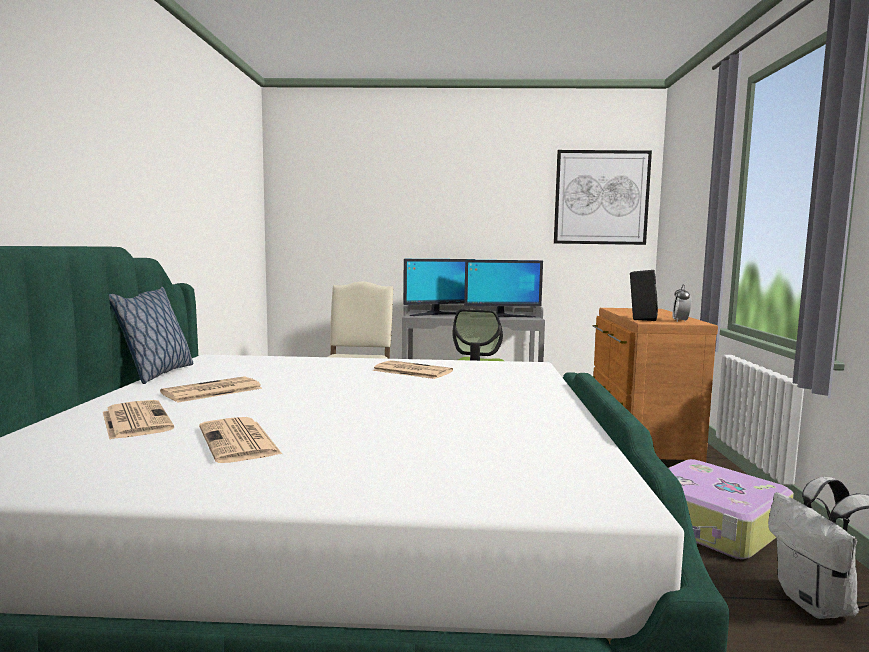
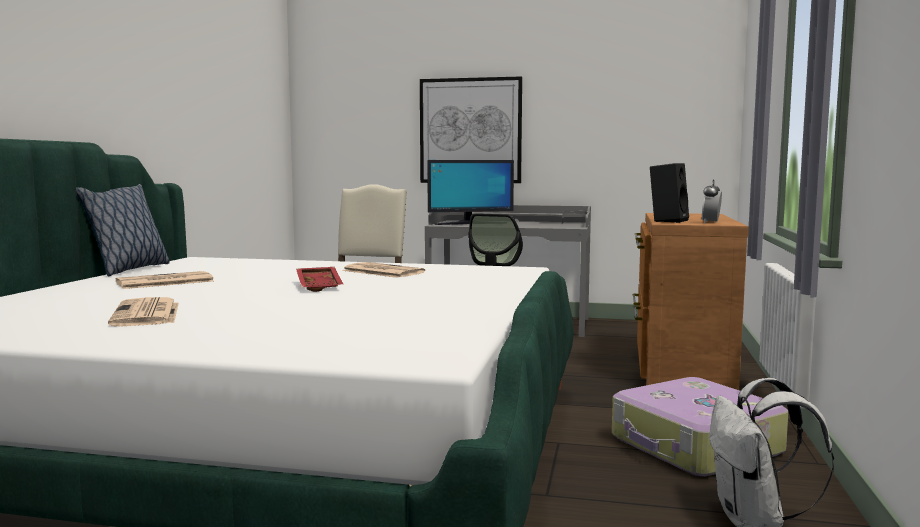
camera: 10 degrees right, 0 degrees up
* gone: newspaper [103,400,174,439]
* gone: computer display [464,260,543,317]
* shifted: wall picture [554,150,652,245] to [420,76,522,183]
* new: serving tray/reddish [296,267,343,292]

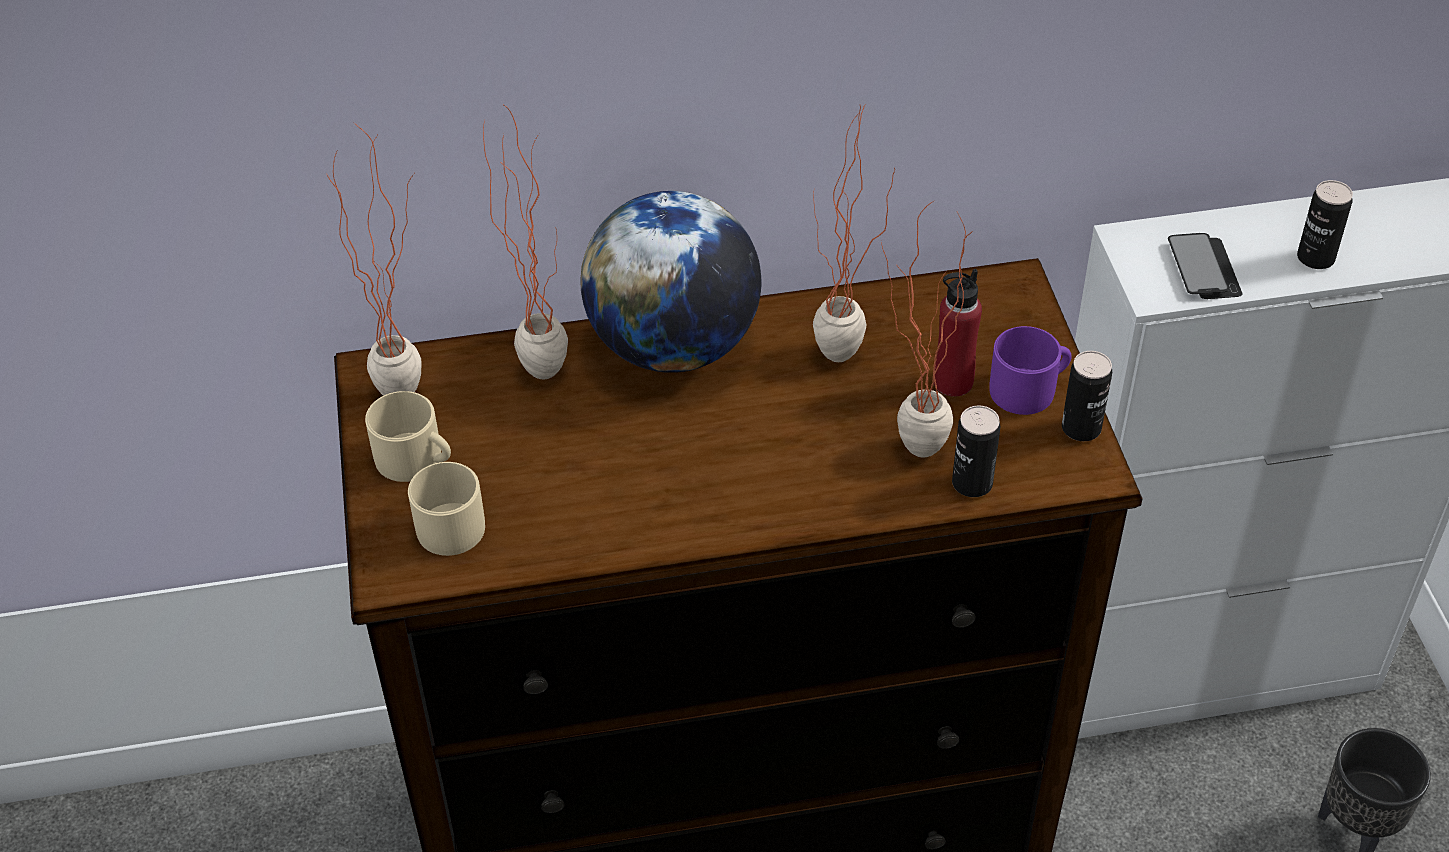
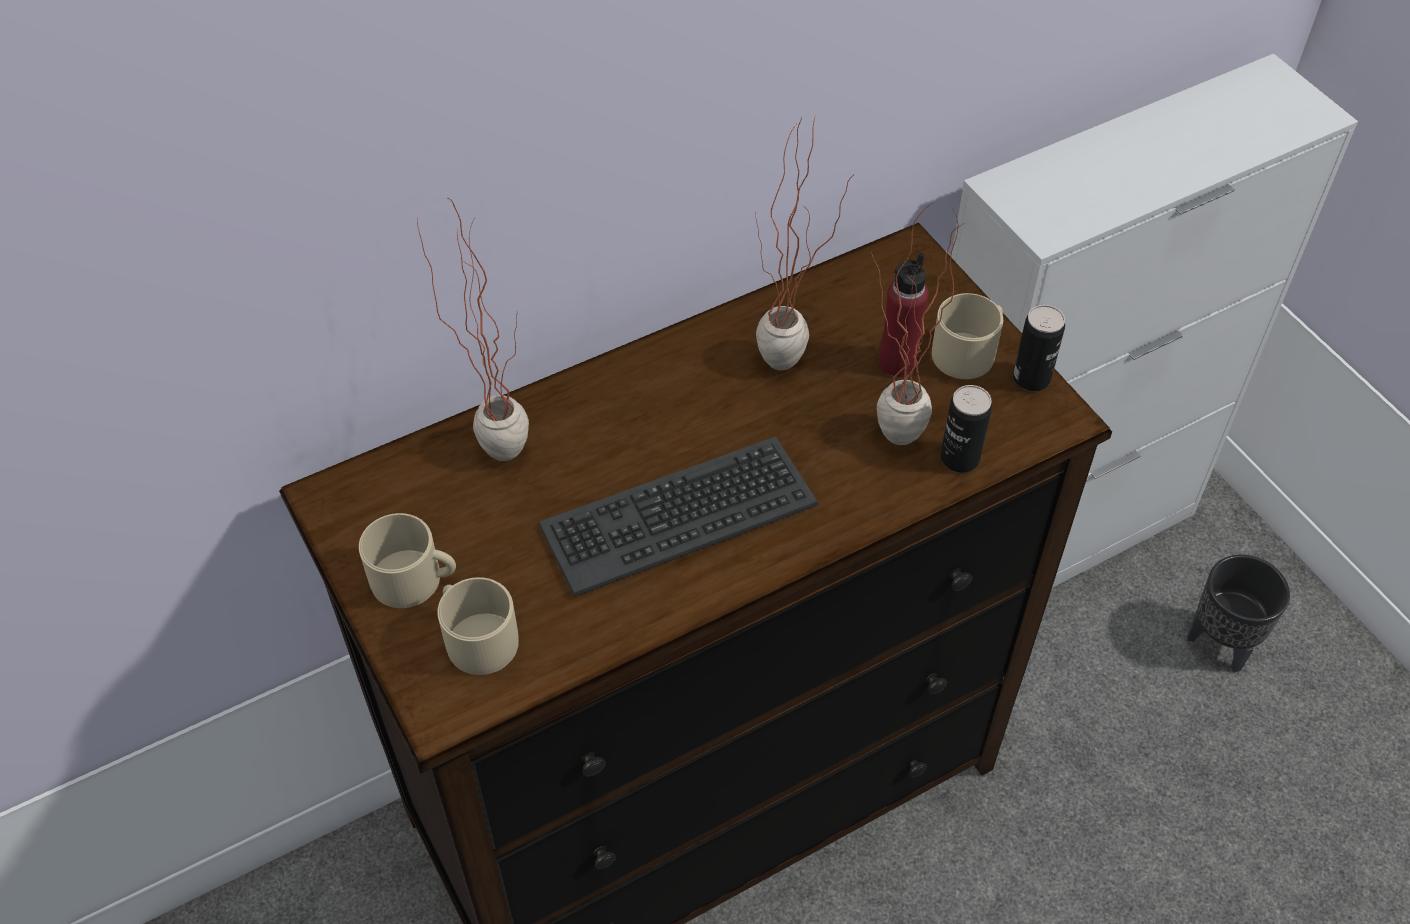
camera: 20 degrees left, 5 degrees up
* gone: houseplant [326,122,422,396]
* gone: globe [581,191,761,373]
* repainted: mug/purple-coloured [989,326,1072,415] to mug/sand-coloured [932,293,1003,379]
* gone: handset [1168,233,1243,299]
* gone: can [1297,180,1353,269]
* new: PC keyboard [538,436,819,597]

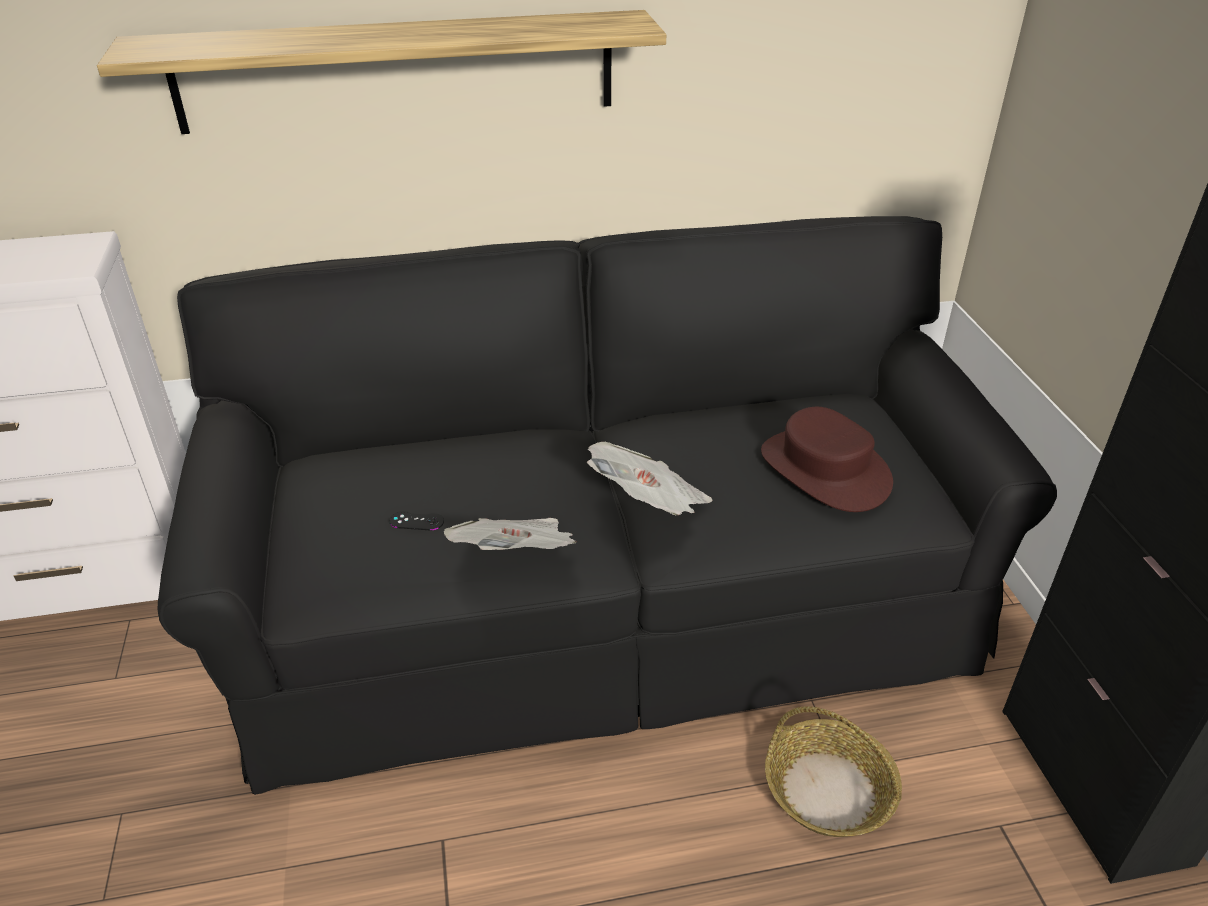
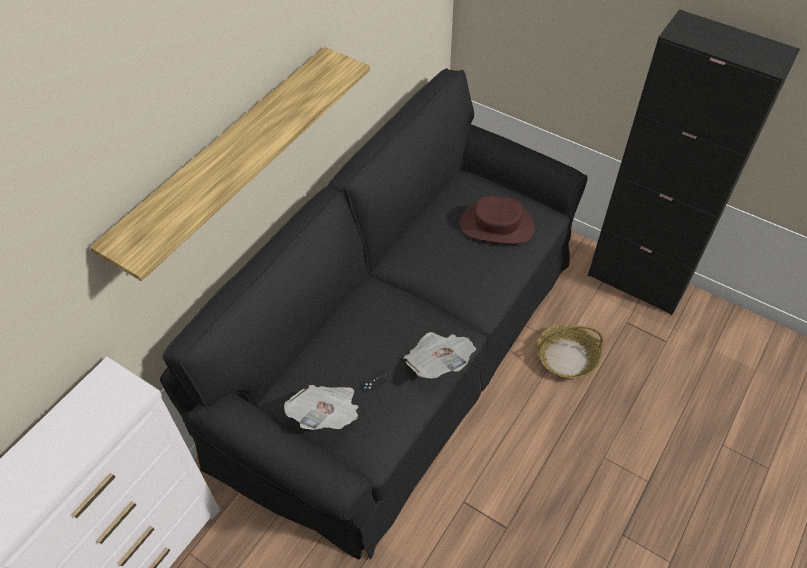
camera: 45 degrees left, 15 degrees up
* shifted: newspaper [587,442,713,516] to [284,385,358,430]

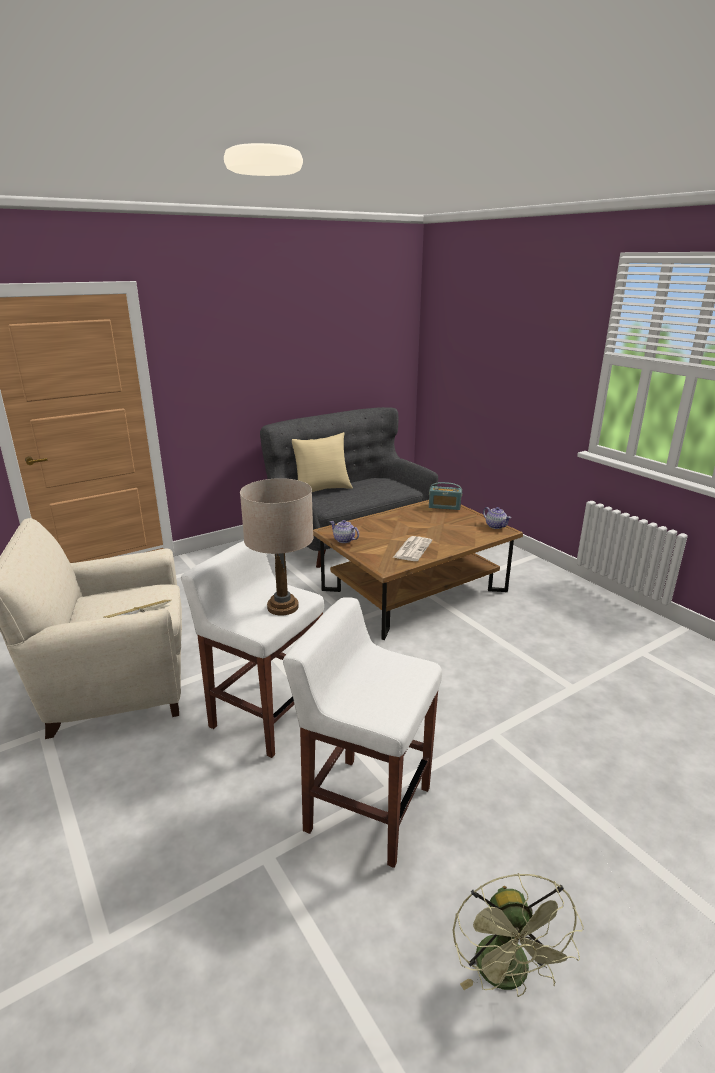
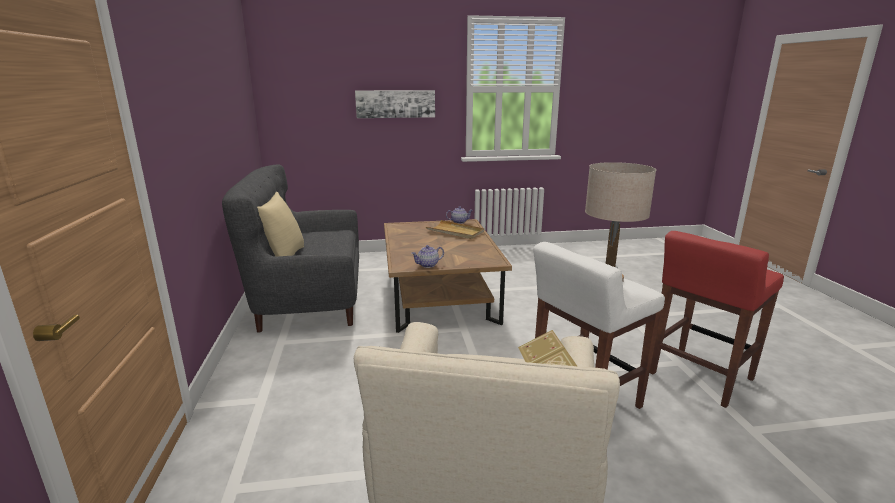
camera: 65 degrees left, 5 degrees down
* repainted: stool/whitish [283,597,442,868] to stool/reddish [649,231,784,408]
* gone: newspaper [393,536,432,561]
* gone: radio set [429,482,462,510]
* gone: cooling fan/green [453,873,584,997]
* new: wall picture [355,90,435,118]
* new: serving tray/sand-coloured [426,220,484,239]

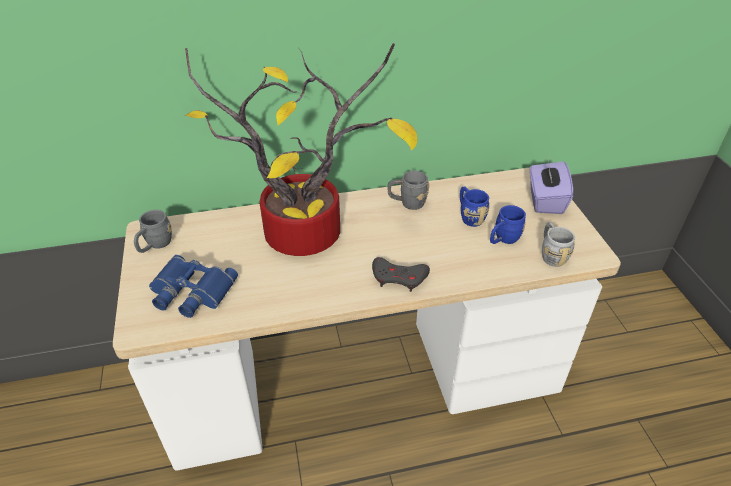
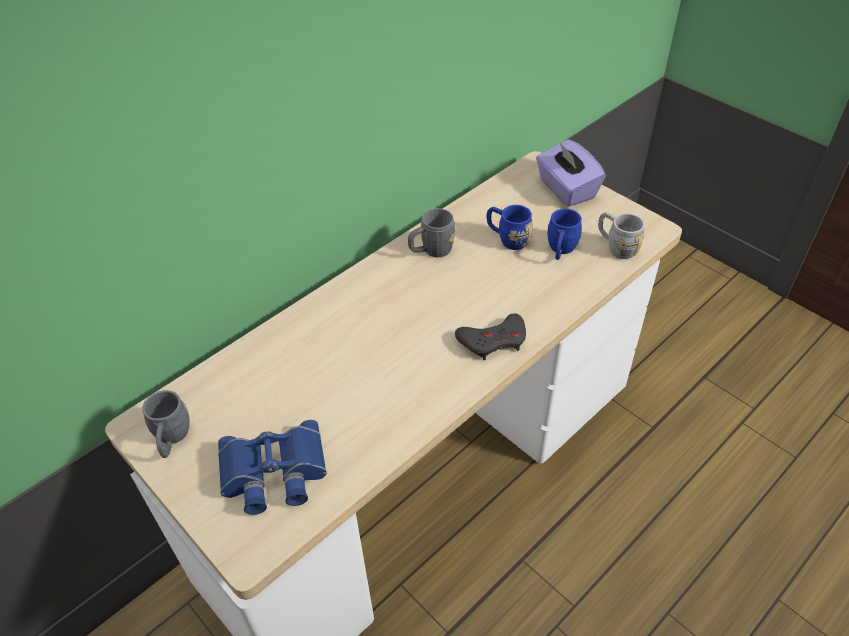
camera: 30 degrees left, 5 degrees up
* gone: houseplant [185,43,417,256]

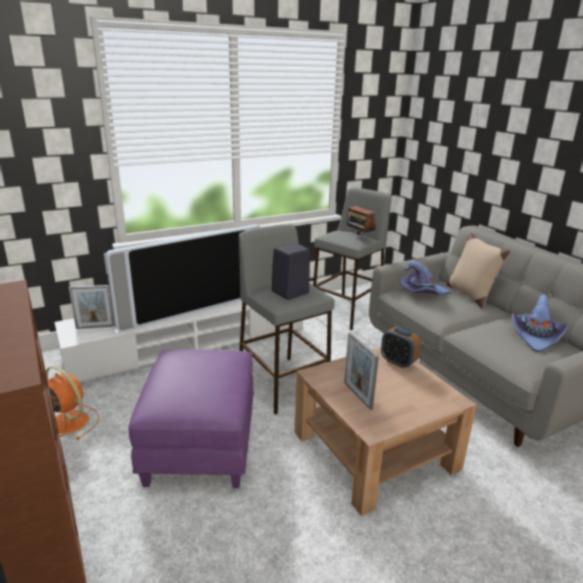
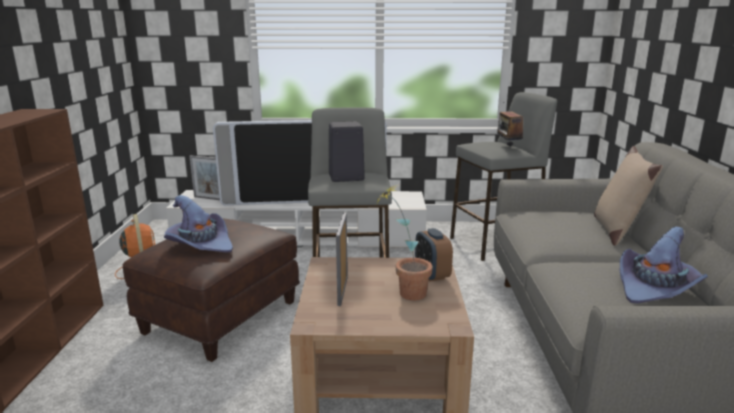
camera: 30 degrees right, 5 degrees down
* repainted: ottoman/purple-coloured [128,350,254,488] to ottoman/brownish [122,219,300,362]
* shifted: clothing hat/purple-coloured [401,261,450,295] to [164,195,233,253]
* new: houseplant [376,183,433,300]

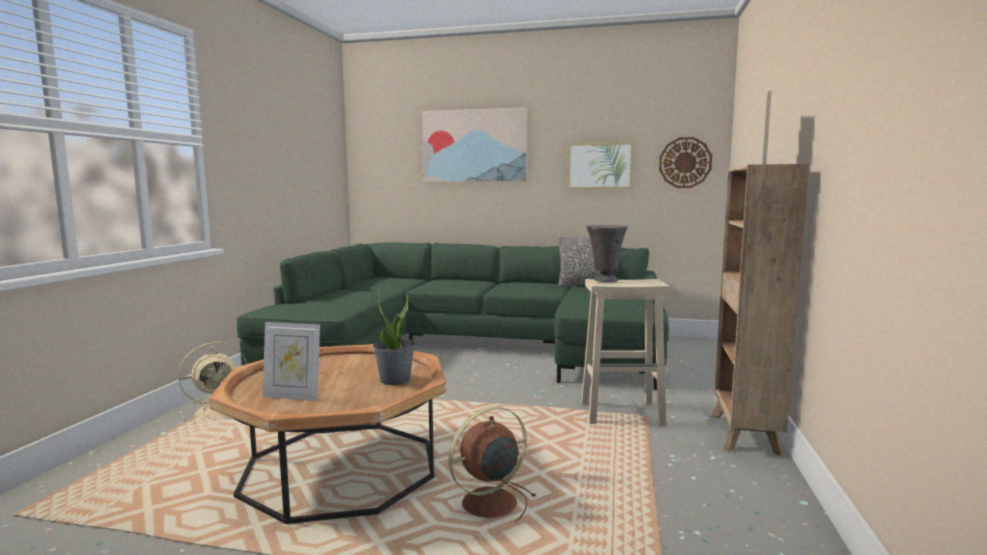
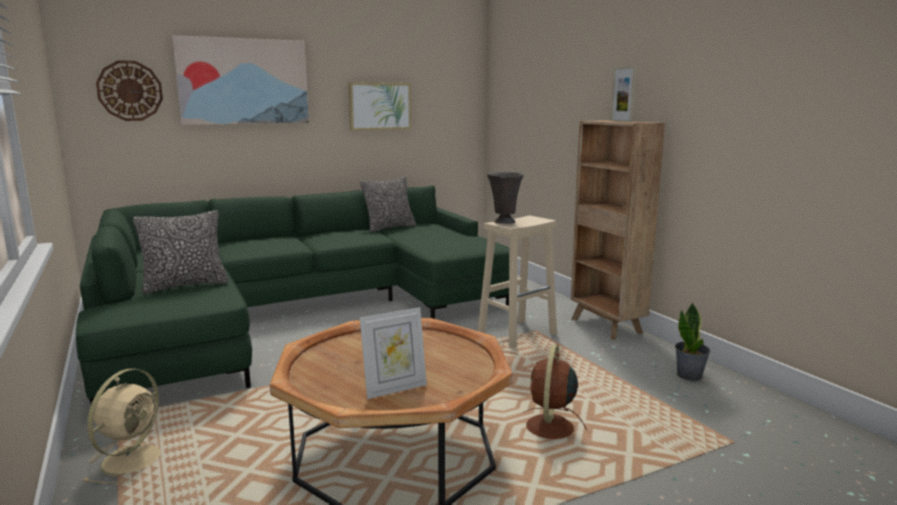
camera: 40 degrees left, 5 degrees up
* shifted: houseplant [373,289,415,385] to [675,302,710,381]
* shifted: wall clock [659,137,712,188] to [96,60,163,121]
* new: cushion [133,210,229,294]

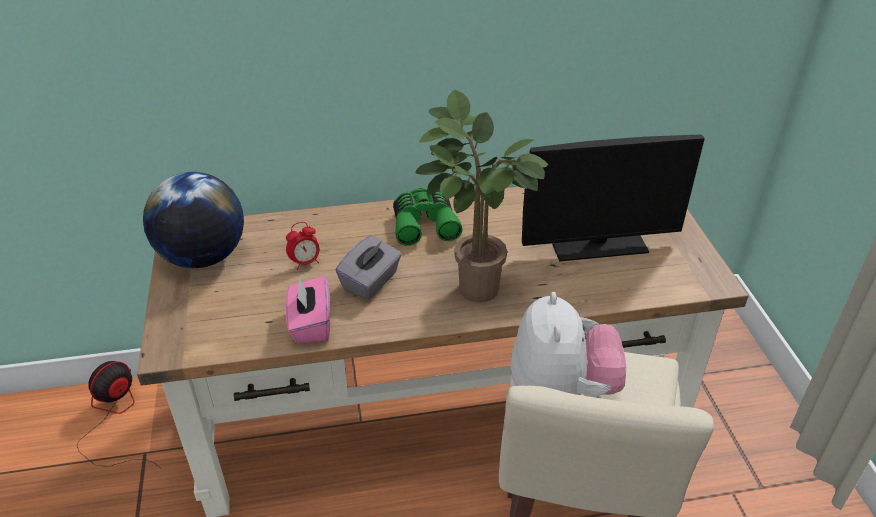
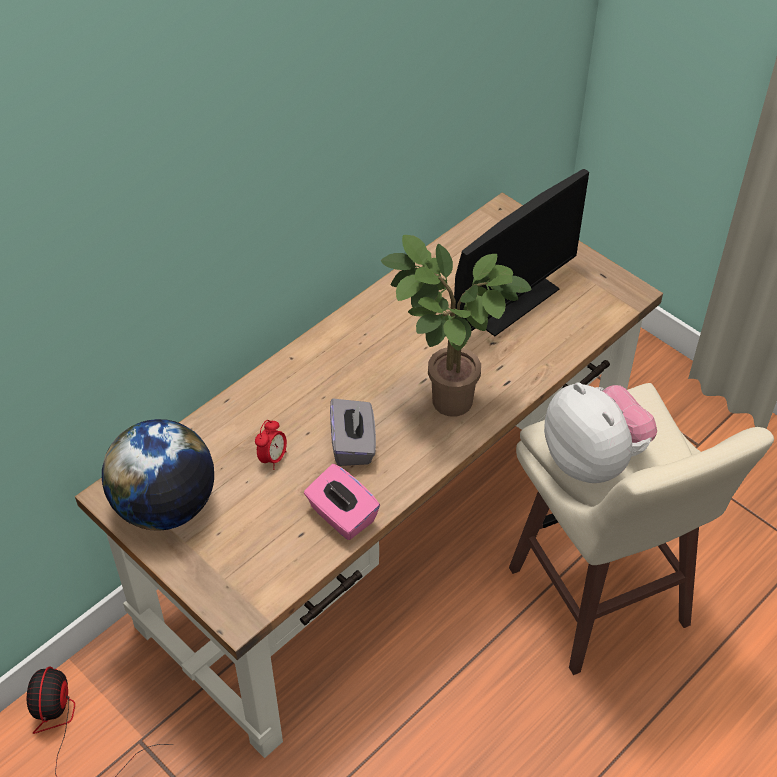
camera: 35 degrees left, 10 degrees up
* gone: field glasses/green [393,188,463,246]

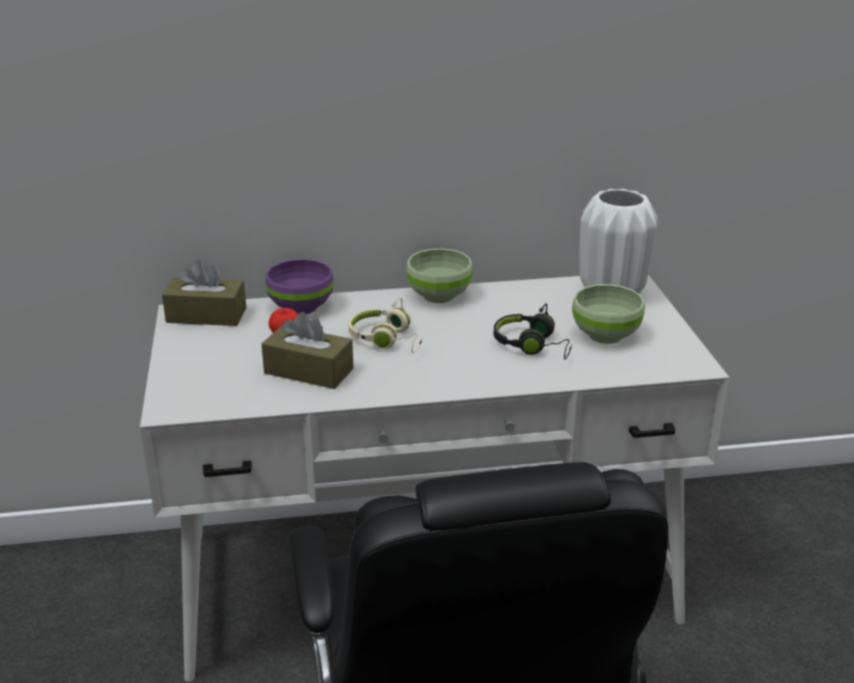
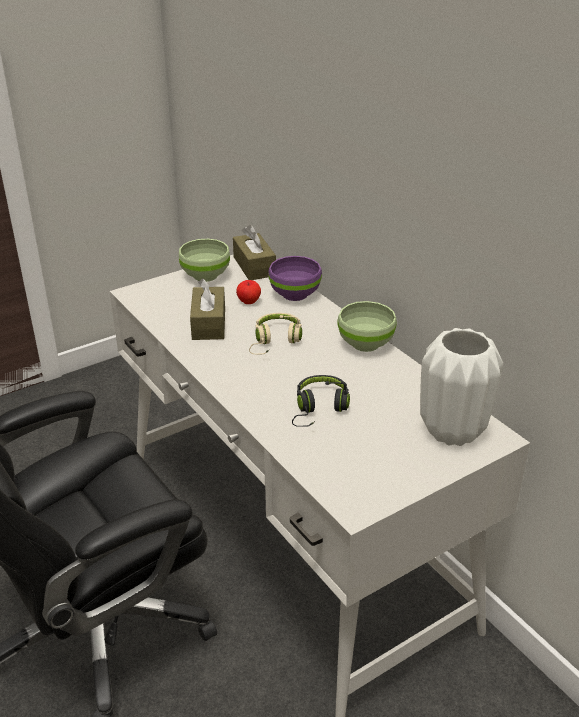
camera: 65 degrees right, 5 degrees up
* shifted: serving bowl/green [572,284,645,344] to [179,239,230,282]

